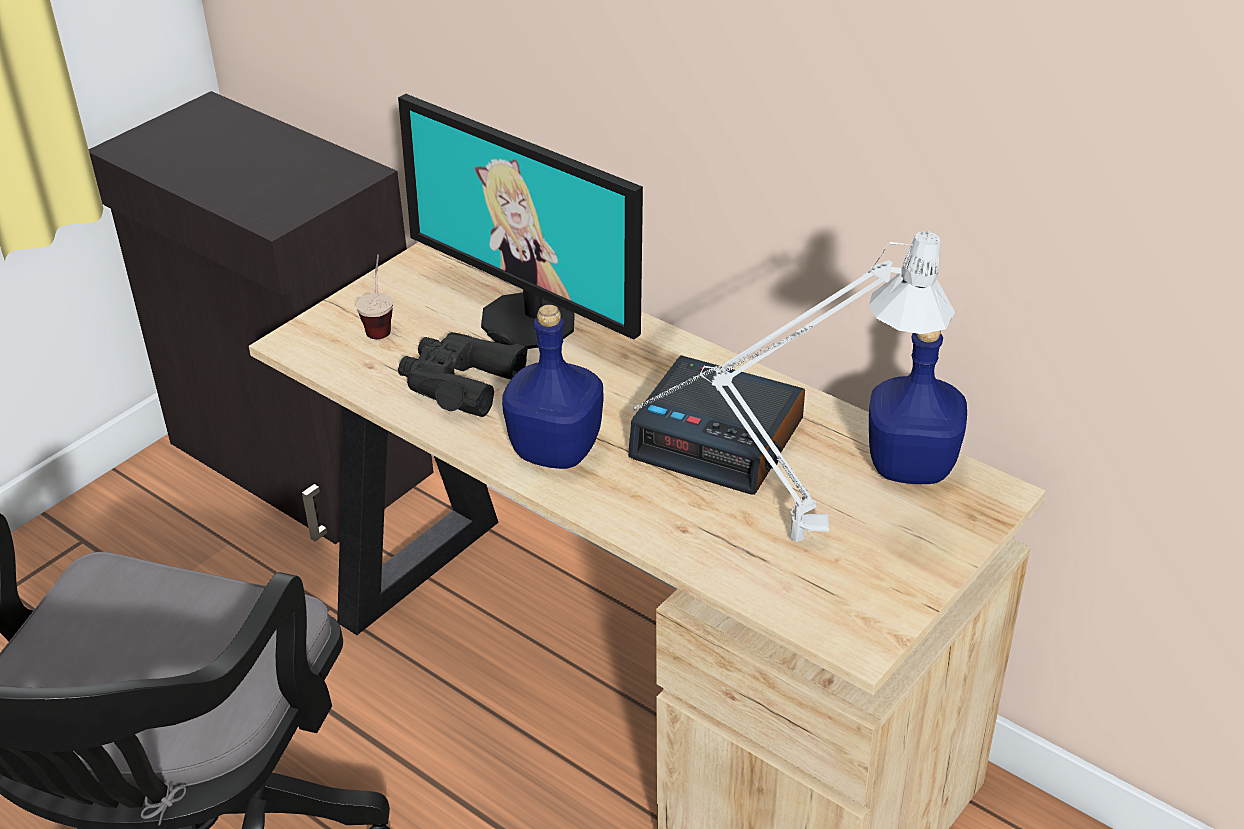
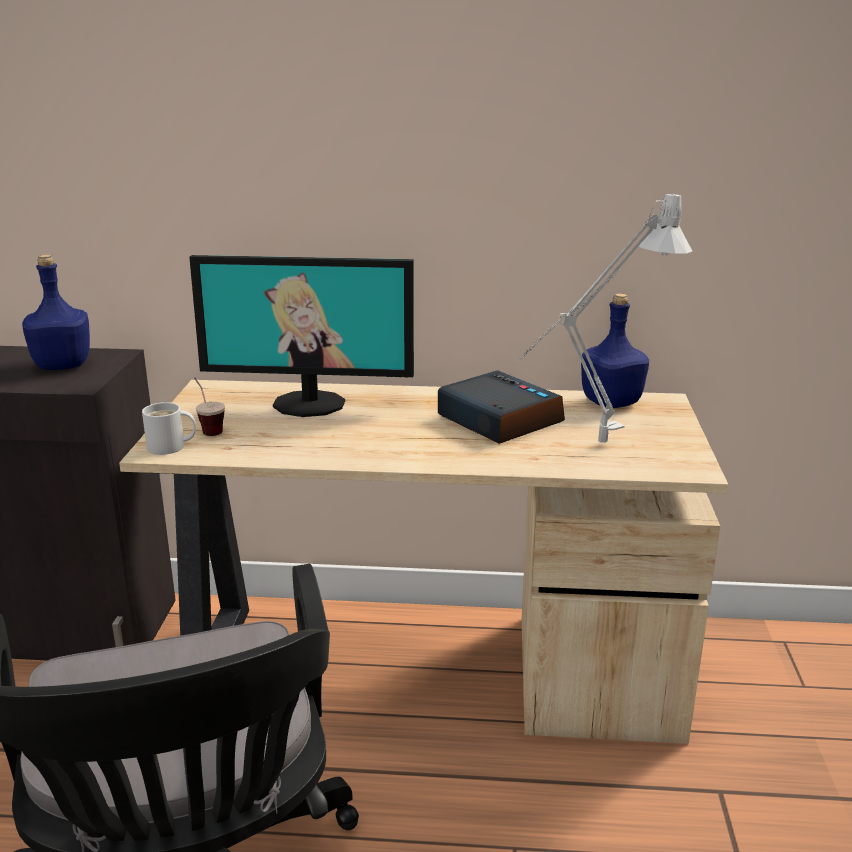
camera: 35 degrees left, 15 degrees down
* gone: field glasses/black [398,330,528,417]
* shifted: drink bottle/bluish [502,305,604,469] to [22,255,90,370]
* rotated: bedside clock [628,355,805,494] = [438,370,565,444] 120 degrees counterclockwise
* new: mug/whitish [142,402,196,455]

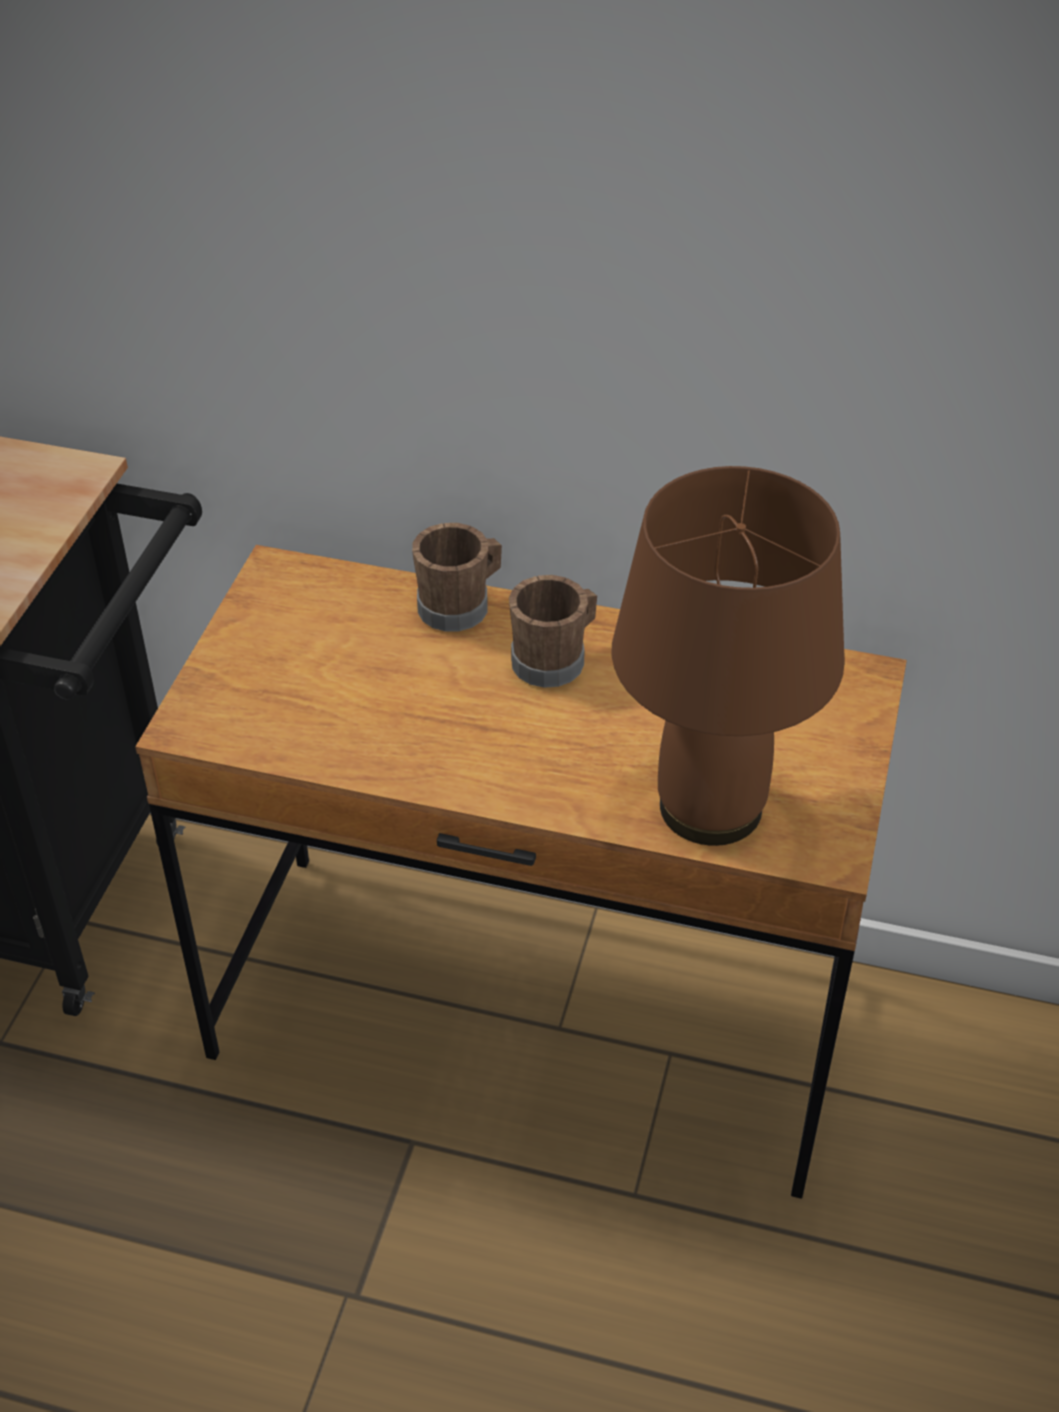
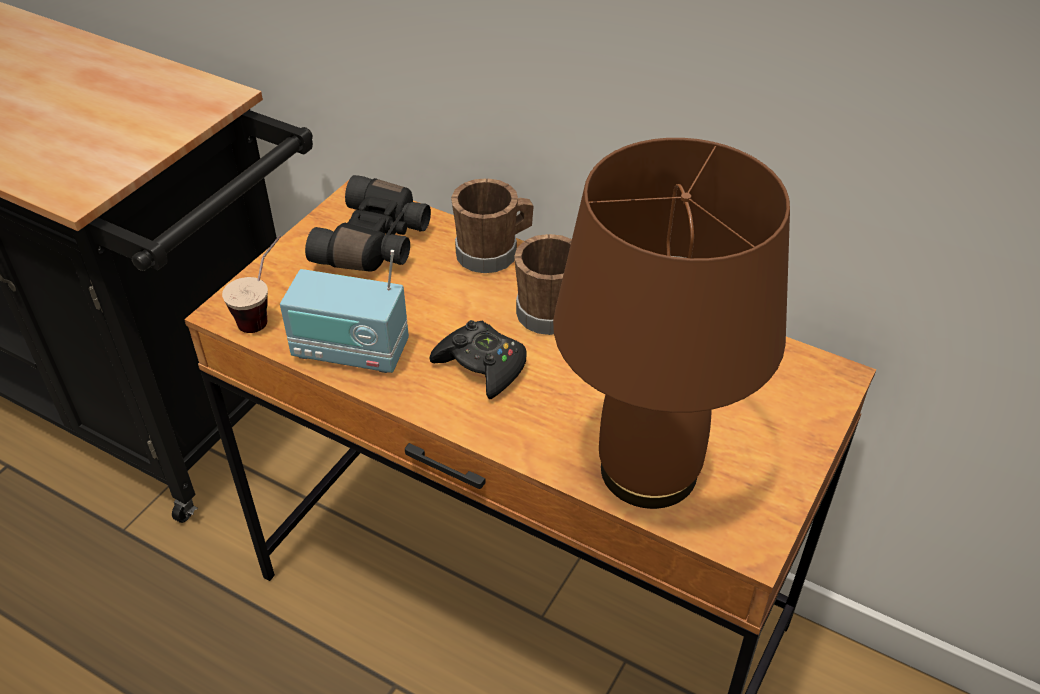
camera: 15 degrees right, 0 degrees up
* new: small cup [222,236,281,333]
* new: radio set [280,250,409,373]
* new: field glasses/black [305,175,431,272]
* new: joypad/black [429,320,527,399]

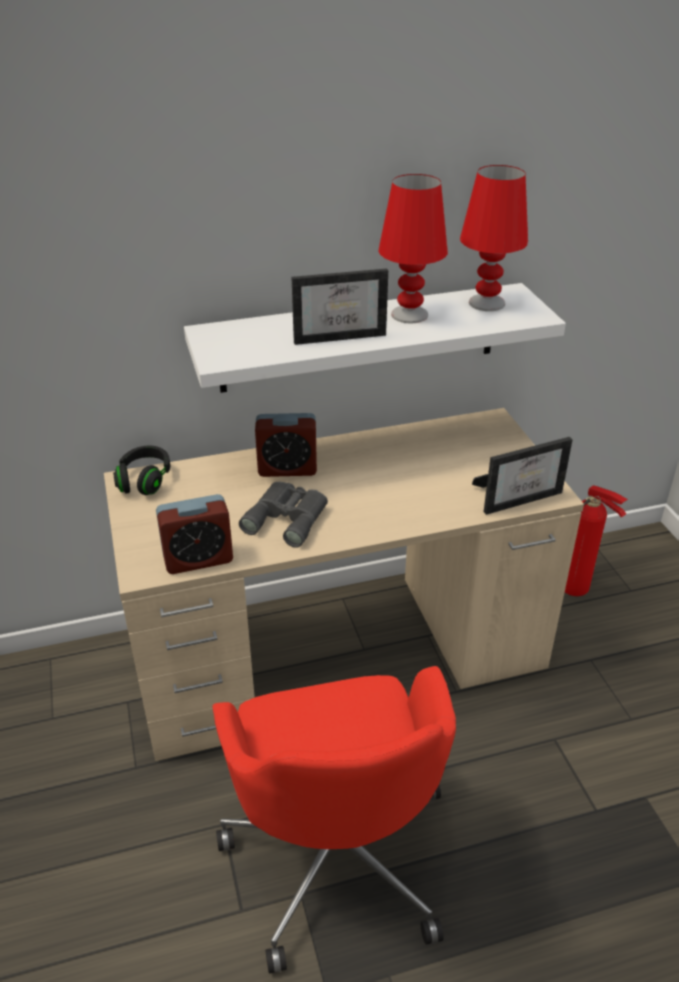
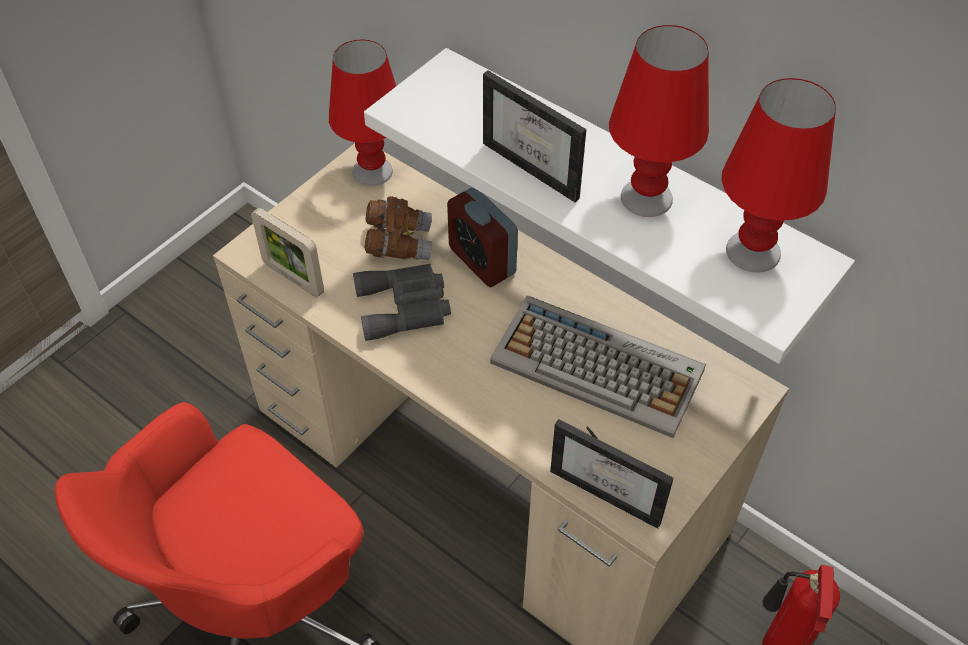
camera: 55 degrees right, 15 degrees up
* swapped: headphones/black [113,446,170,495] to lamp for a table/reddish [329,39,396,186]
* swapped: bedside clock [156,494,233,574] to photo frame [251,208,324,297]
* new: field glasses/brownish [364,196,432,260]
* new: PC keyboard [490,295,706,438]

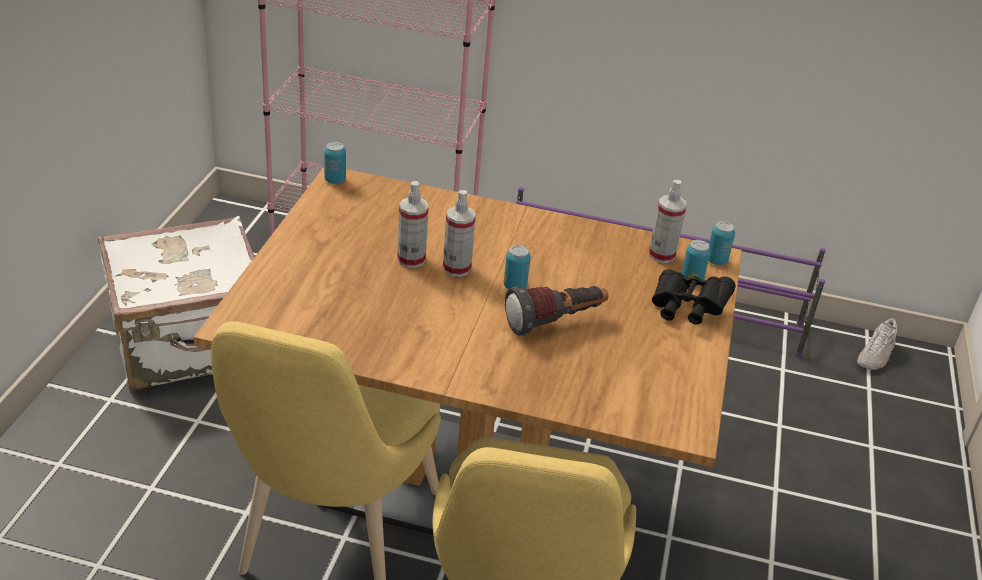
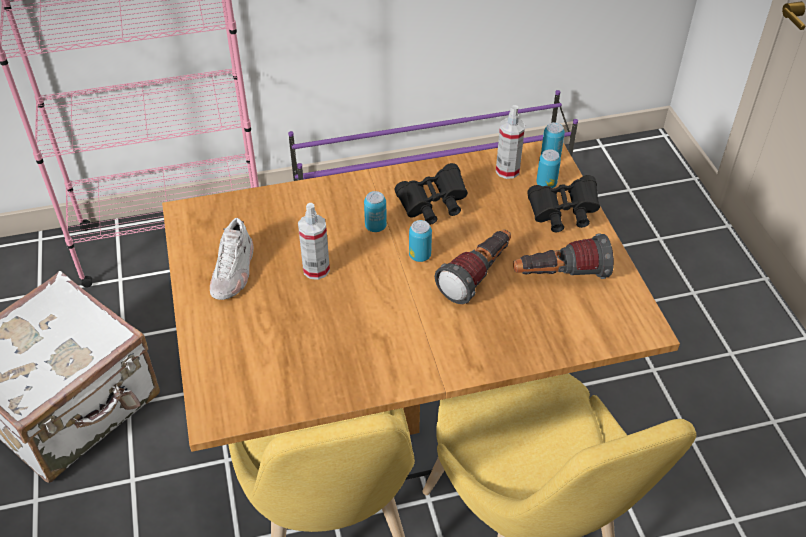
camera: 25 degrees left, 10 degrees up
* shifted: can [324,142,346,184] to [364,191,387,232]
* gone: hand sprayer [443,190,476,277]
* shifted: shoe/whitish [857,318,897,370] to [210,218,253,300]
* new: field glasses/black [395,163,468,225]
* new: flashlight [513,233,614,279]

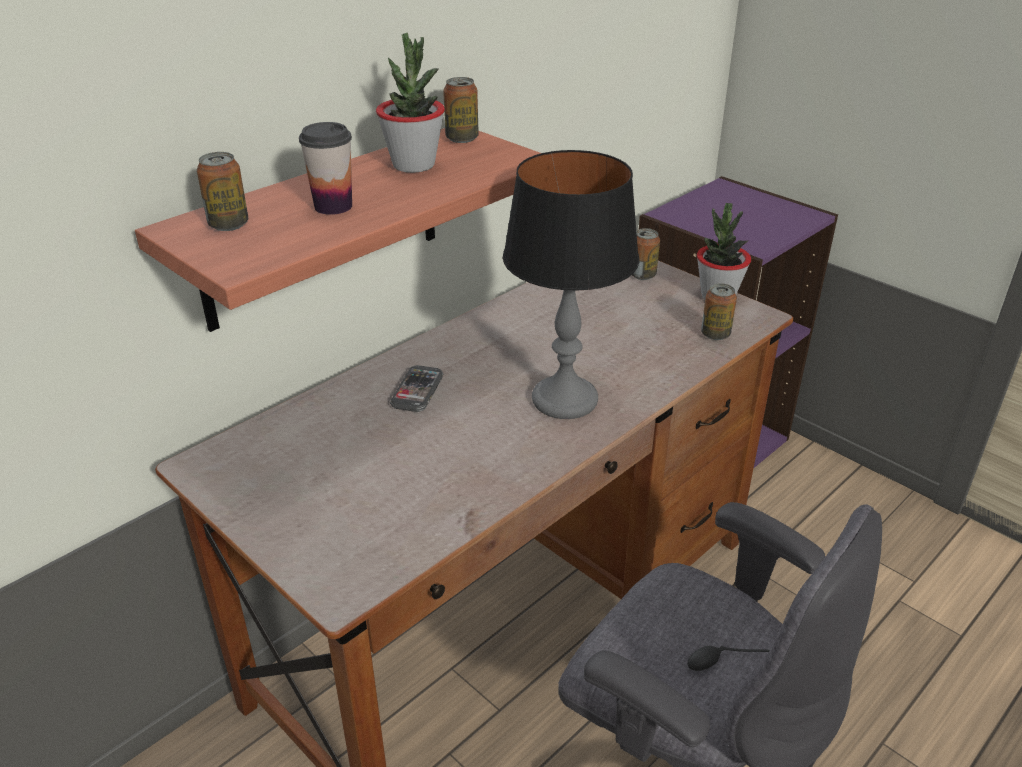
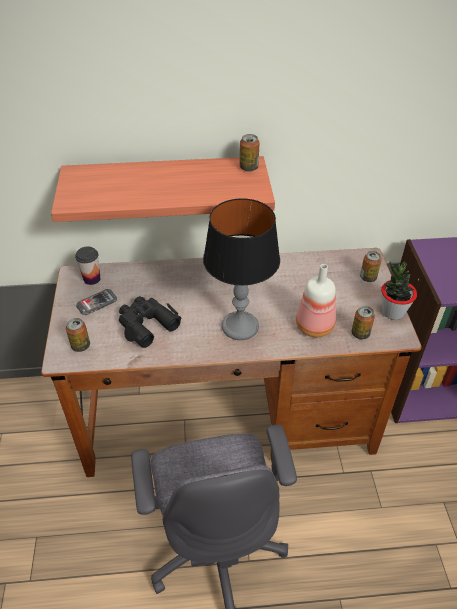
camera: 40 degrees right, 10 degrees up
* shifted: can [197,152,248,231] to [66,318,90,352]
* shifted: small cup [299,122,352,215] to [75,247,100,285]
* gone: houseplant [376,33,445,173]
* shifted: handset [390,365,443,412] to [76,289,117,315]
* new: field glasses/black [119,296,182,348]
* new: drink bottle [296,264,336,337]

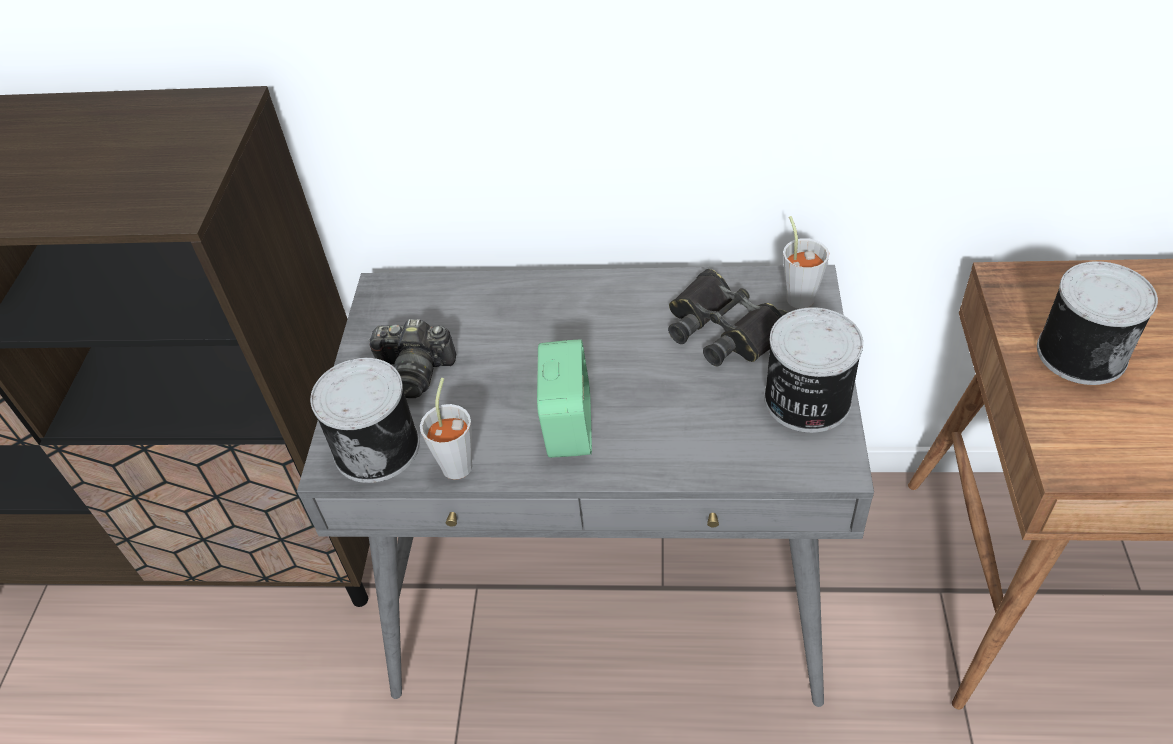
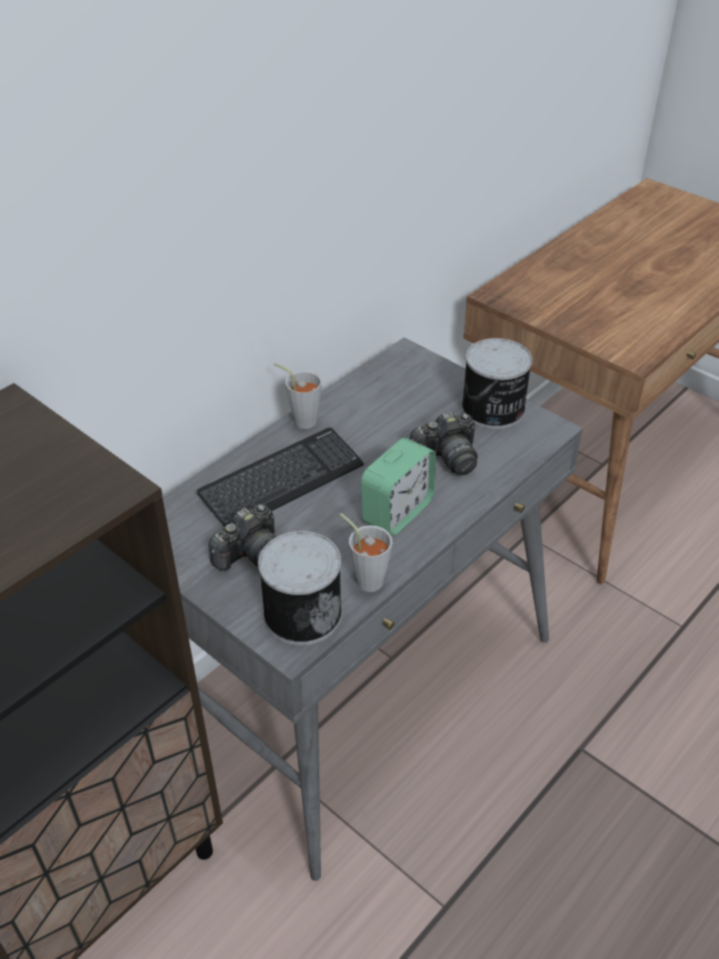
camera: 55 degrees left, 5 degrees down
* rotated: bedside clock [537,339,592,458] = [361,438,436,536] 90 degrees clockwise
* gone: field glasses/black [668,269,788,367]
* shifted: small cup/gray [783,216,829,309] to [274,363,322,429]
* gone: can [1037,261,1158,385]
* new: PC keyboard [197,427,364,527]
* new: photo camera [410,412,478,475]

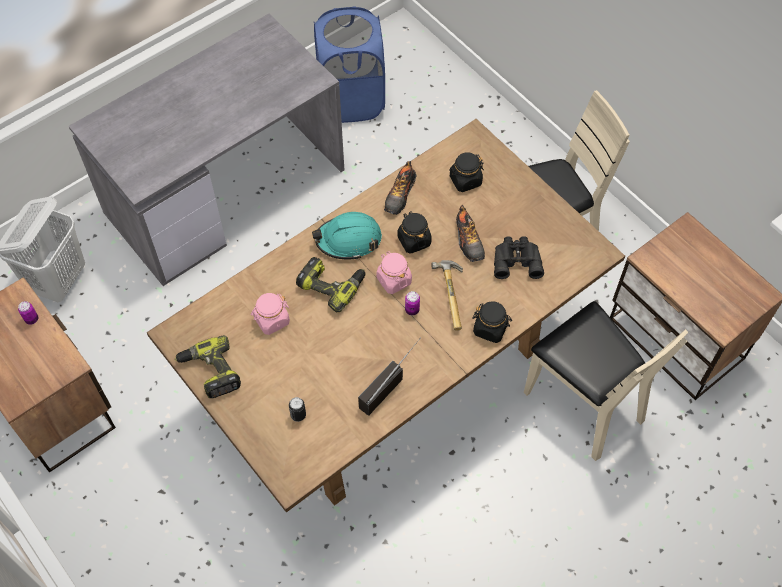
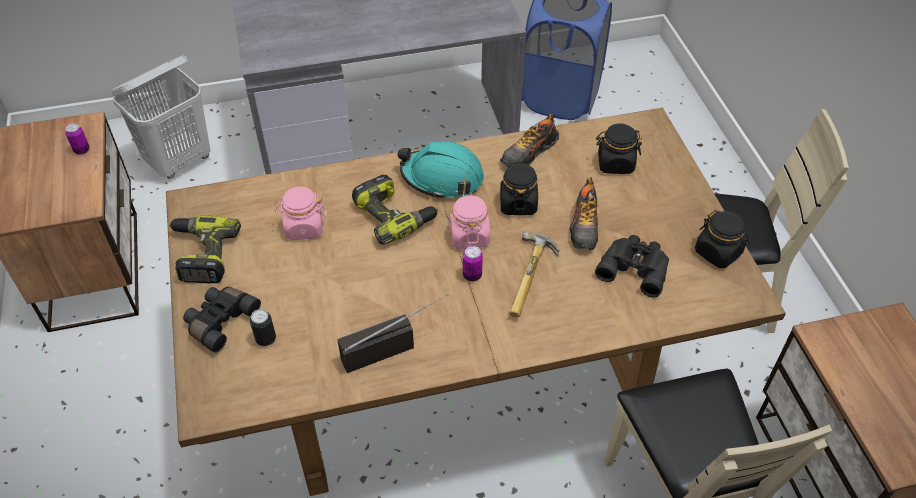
camera: 25 degrees right, 10 degrees down
* shifted: preserve jar/black [472,301,512,343] to [695,210,750,268]
* new: field glasses/black [183,287,261,353]

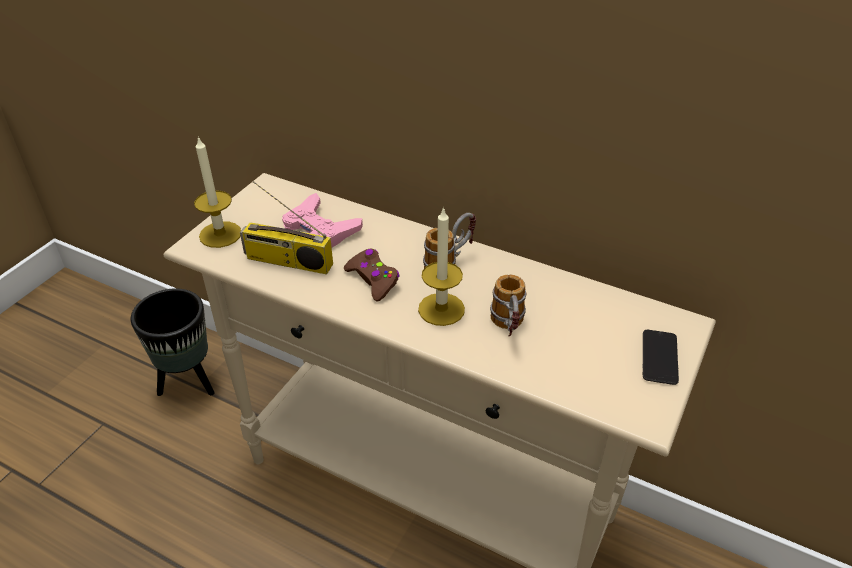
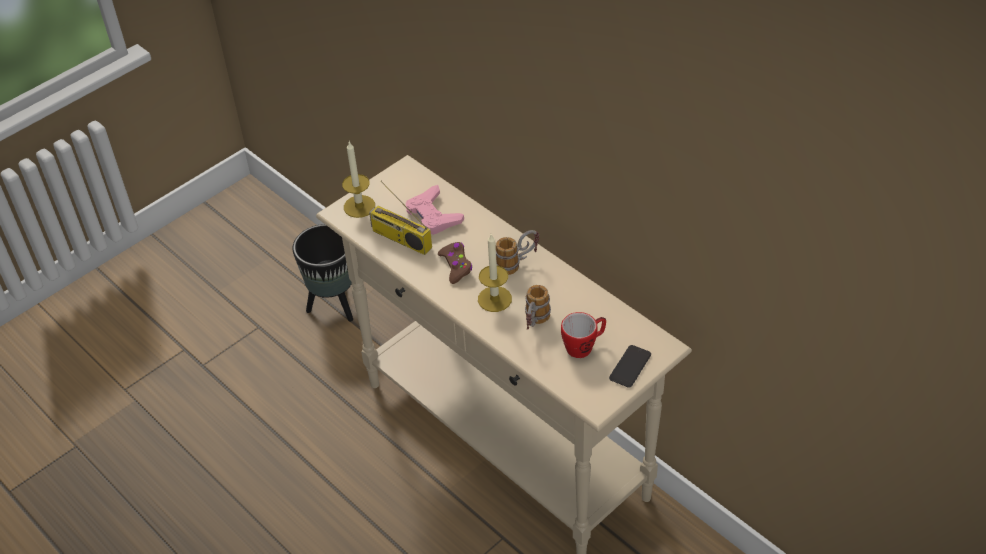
camera: 20 degrees right, 5 degrees up
* new: mug [561,312,606,358]

